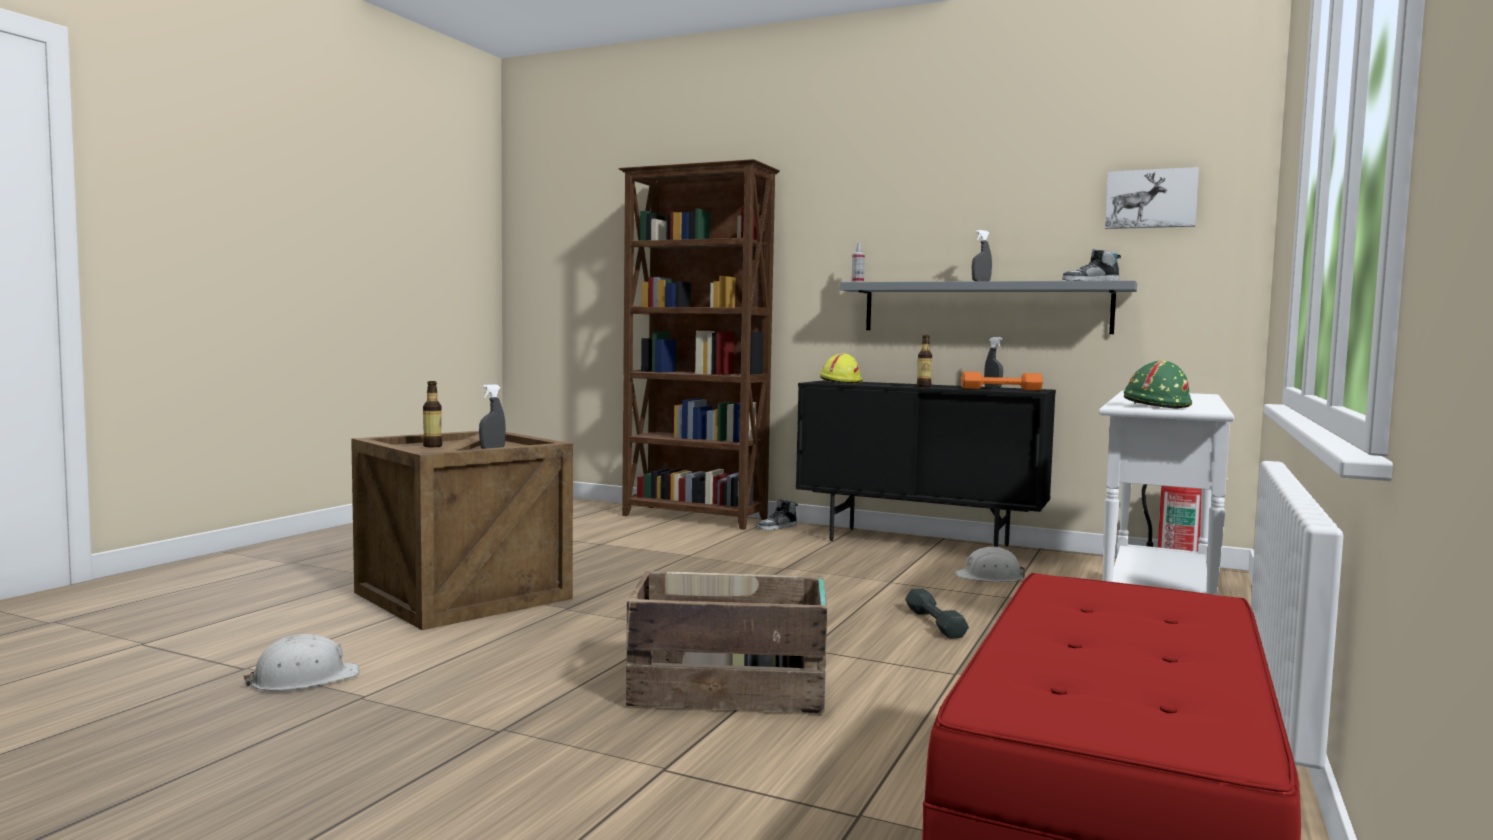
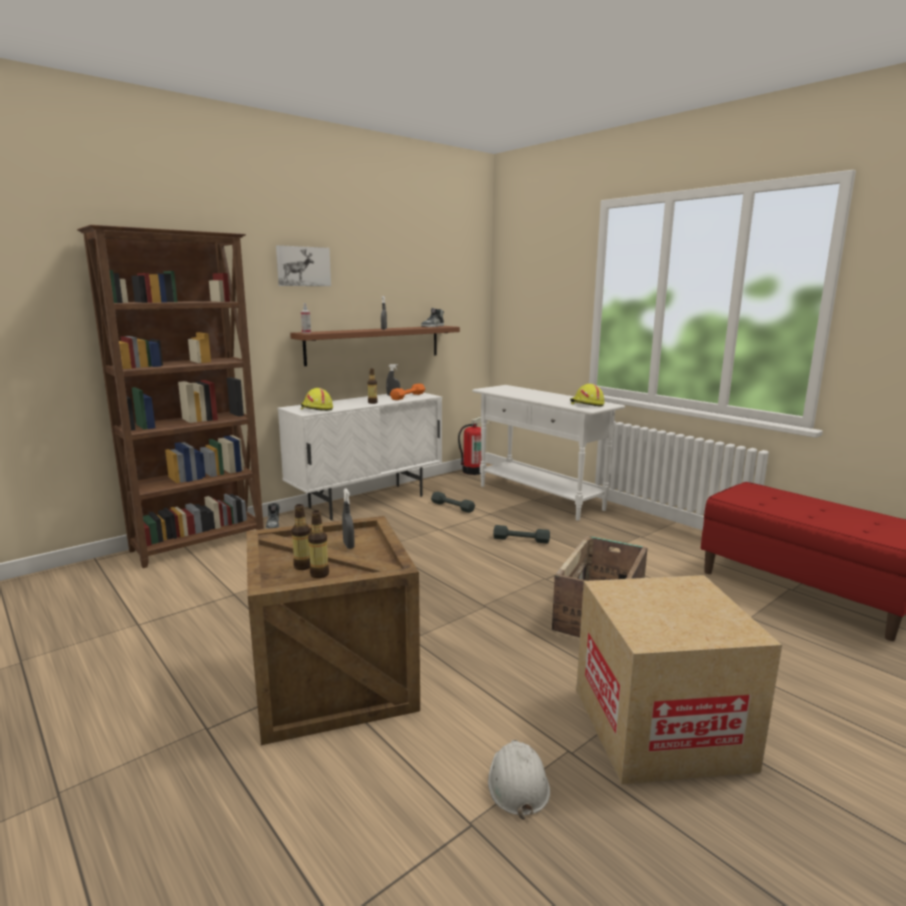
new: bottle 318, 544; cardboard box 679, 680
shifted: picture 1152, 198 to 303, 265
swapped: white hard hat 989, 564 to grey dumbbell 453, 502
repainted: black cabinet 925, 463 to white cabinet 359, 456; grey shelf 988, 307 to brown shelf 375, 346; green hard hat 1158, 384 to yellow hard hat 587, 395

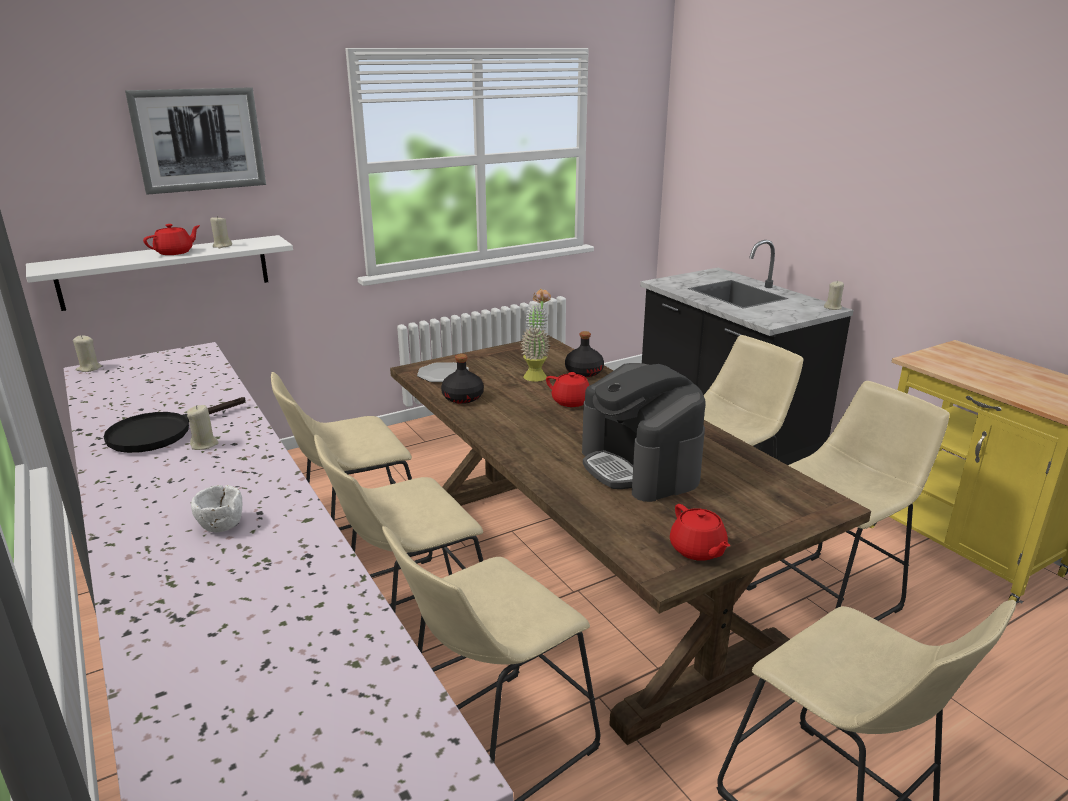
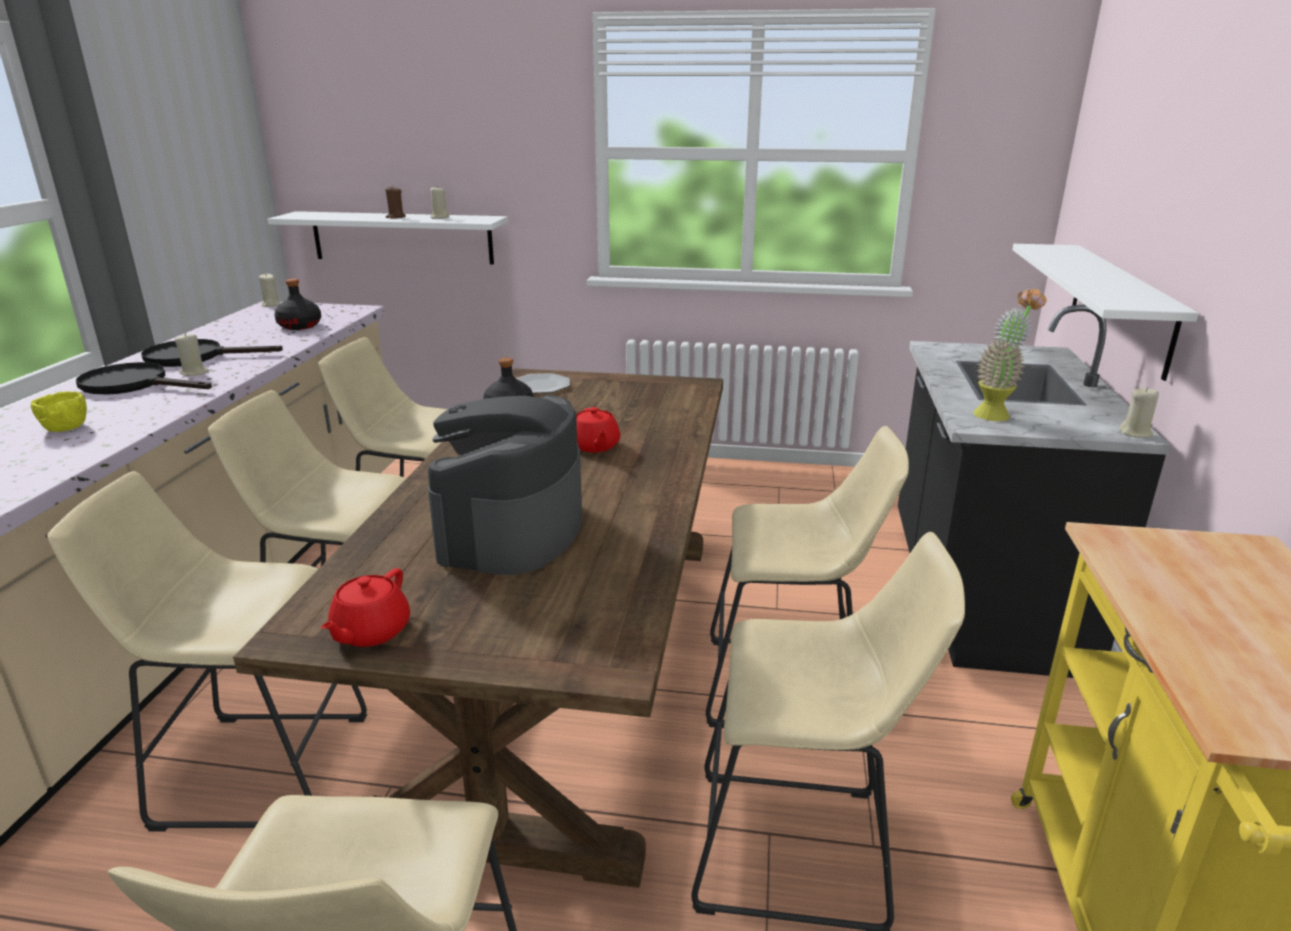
gone: picture 195, 141
new: black frying pan 144, 378; white shelf 1105, 312
shifted: potted plant 535, 335 to 1010, 354; black bottle 584, 354 to 297, 304
swapped: red teapot 171, 239 to brown candle 396, 202
repainted: white bowl 216, 509 to yellow bowl 59, 411

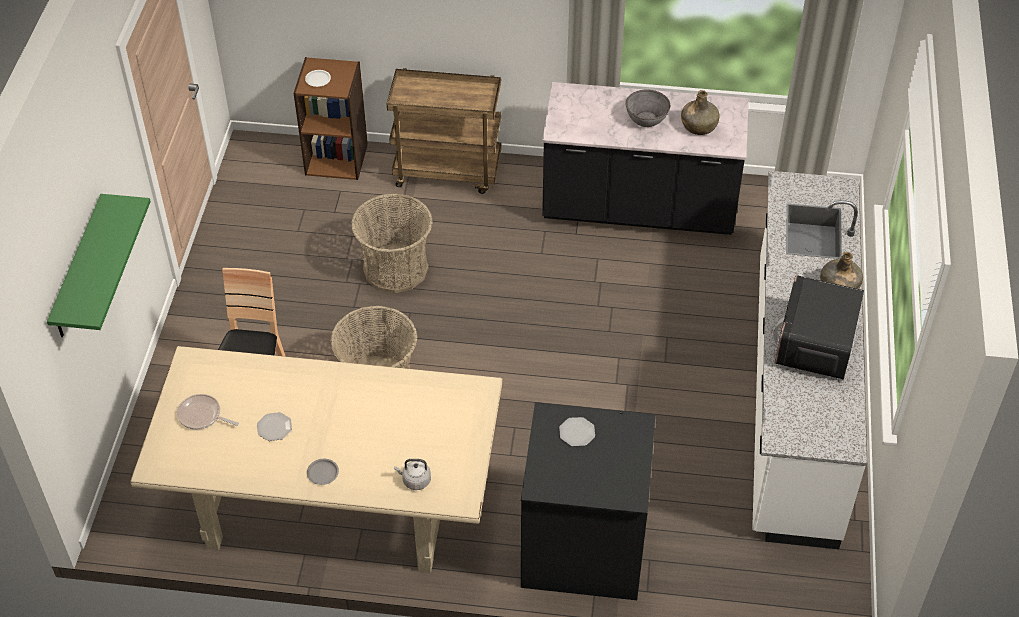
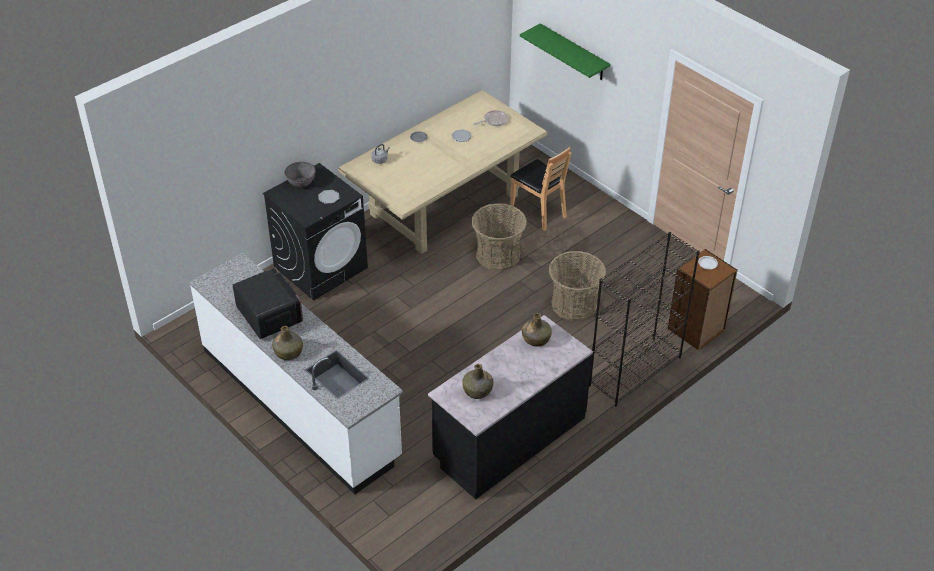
new: green bottle 537, 330
shifted: grey bowl 648, 108 to 300, 175
swapped: brown cart 444, 131 to black bookcase 644, 319

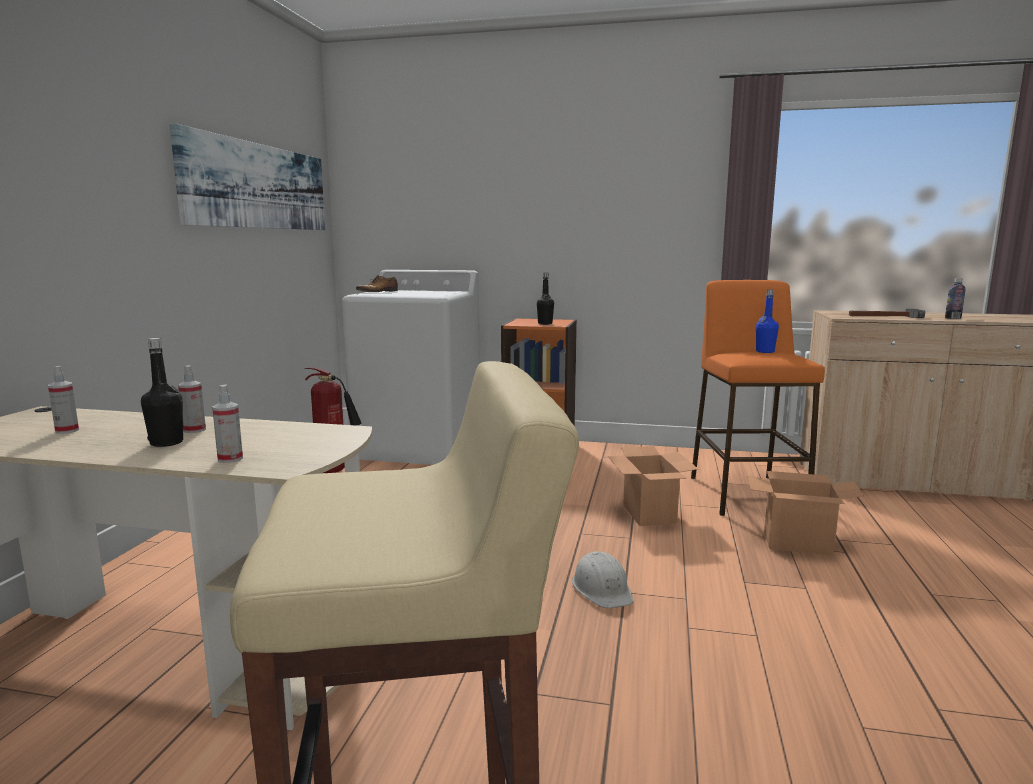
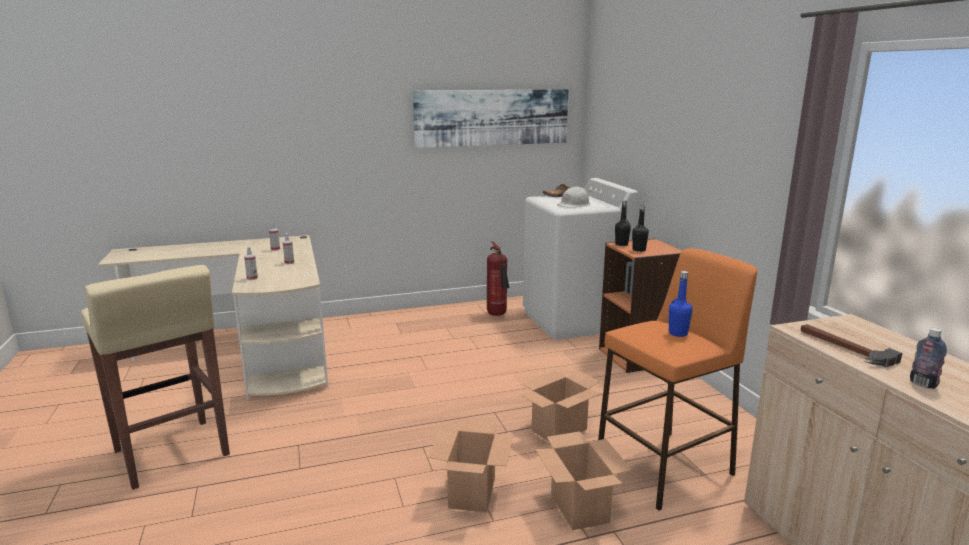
new: cardboard box 470, 466
shifted: black bottle 162, 392 to 623, 223; white hard hat 602, 579 to 573, 197

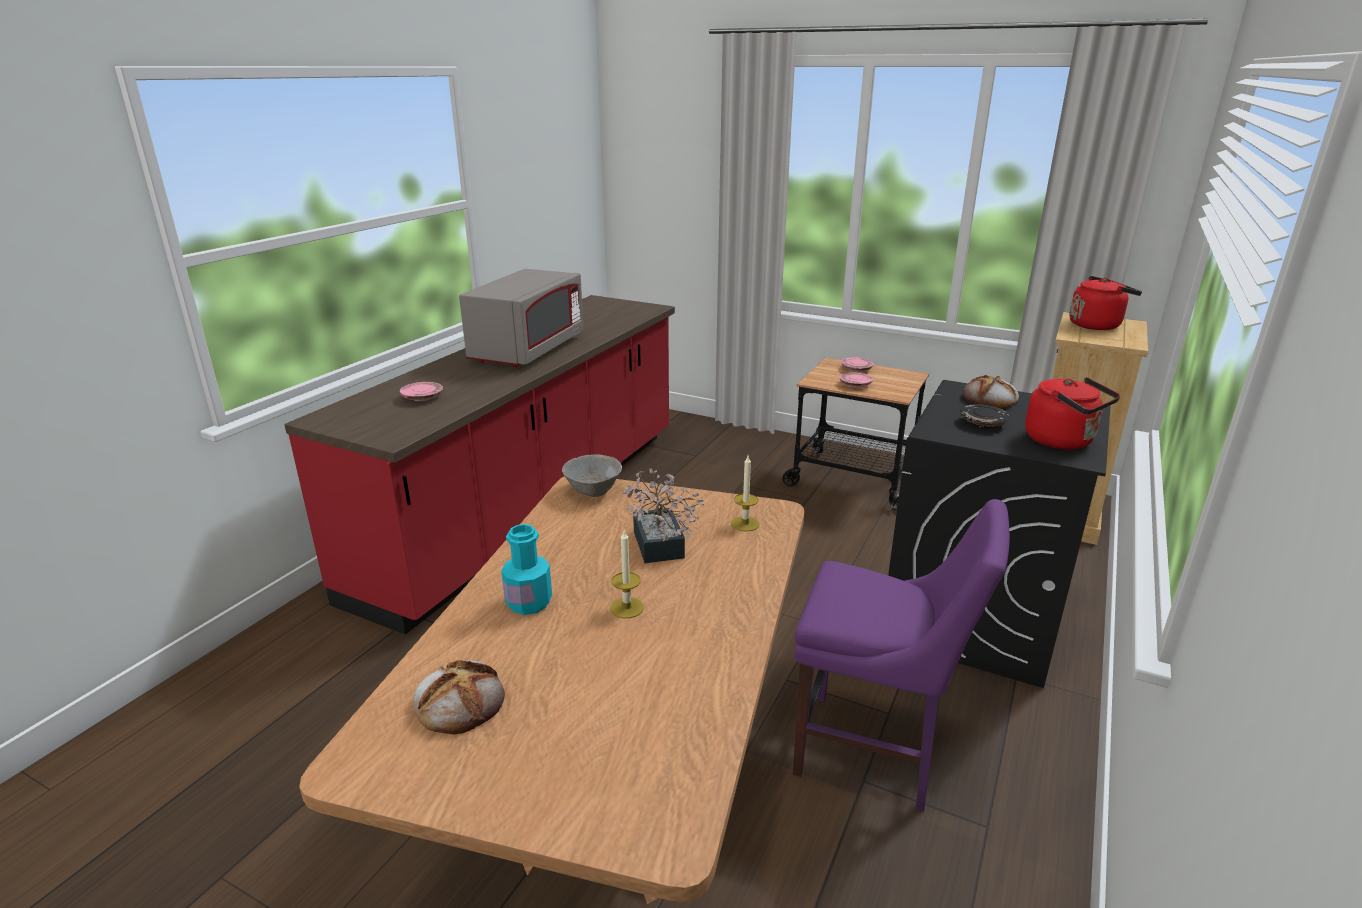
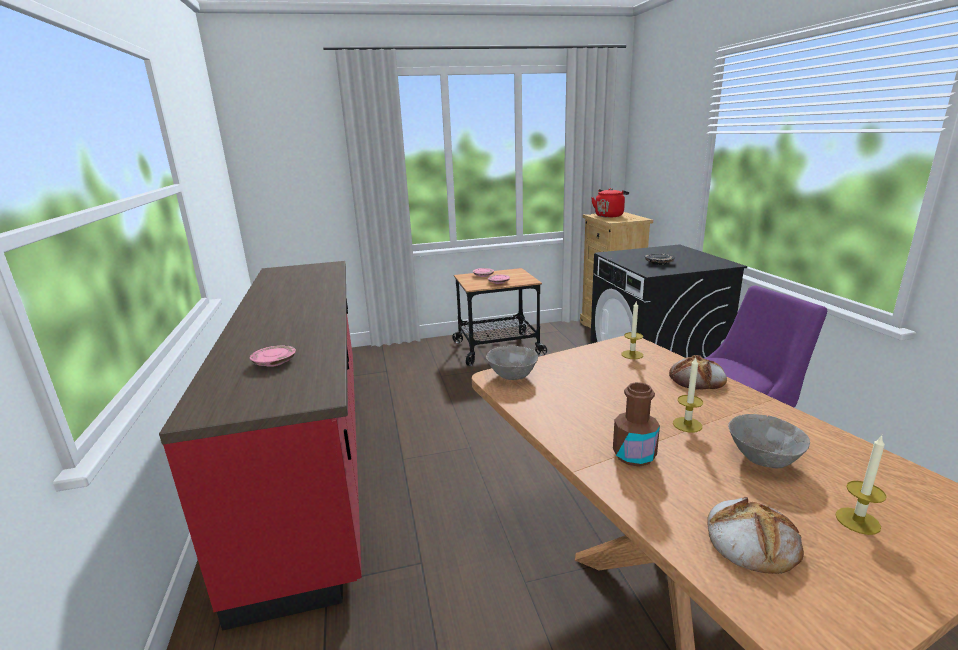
gone: grey microwave 521, 318; potted plant 663, 516; red kettle 1072, 413
new: grey bowl 769, 441; candle 861, 485
shifted: bread 990, 391 to 698, 372
repainted: turquoise bottle 526, 569 to brown bottle 636, 424

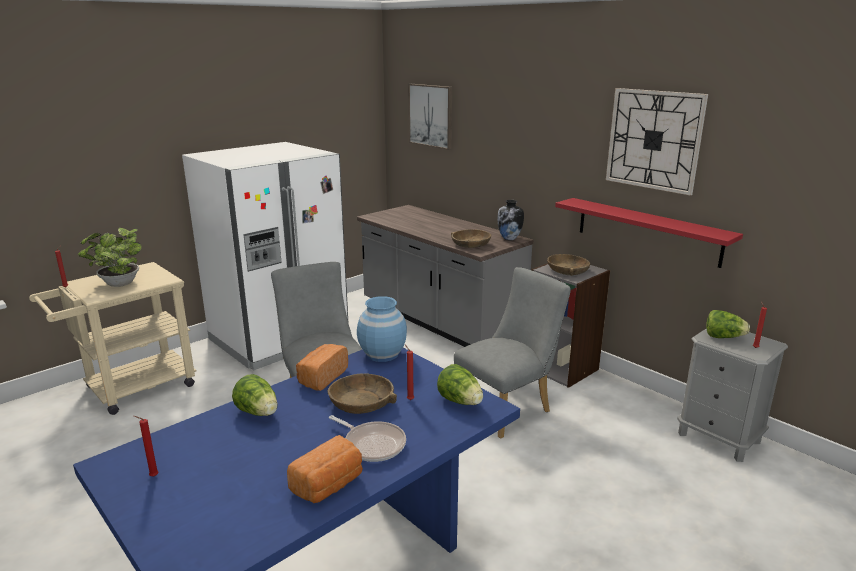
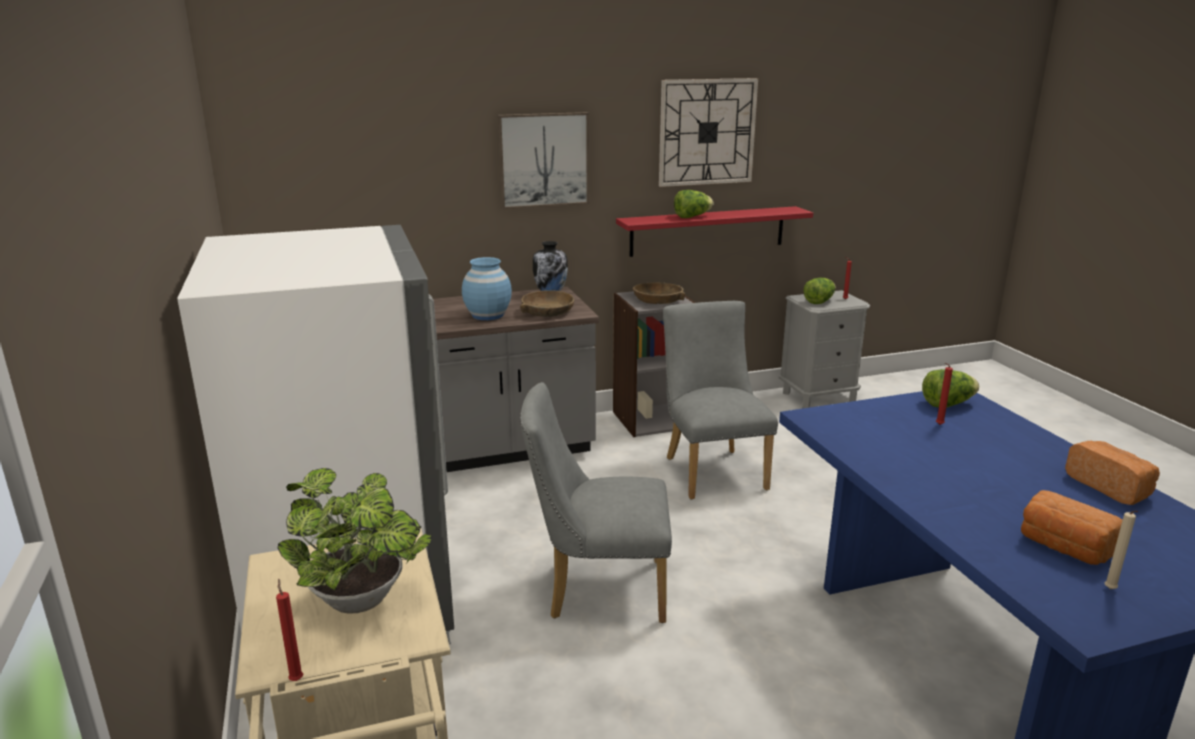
gone: brown bowl 362, 393; frying pan 367, 438
shifted: lettuce 255, 395 to 693, 204; bread 322, 367 to 1071, 527; blue vase 382, 329 to 487, 288; picture 430, 117 to 543, 160
repainted: red candle 146, 446 to beige candle 1121, 550

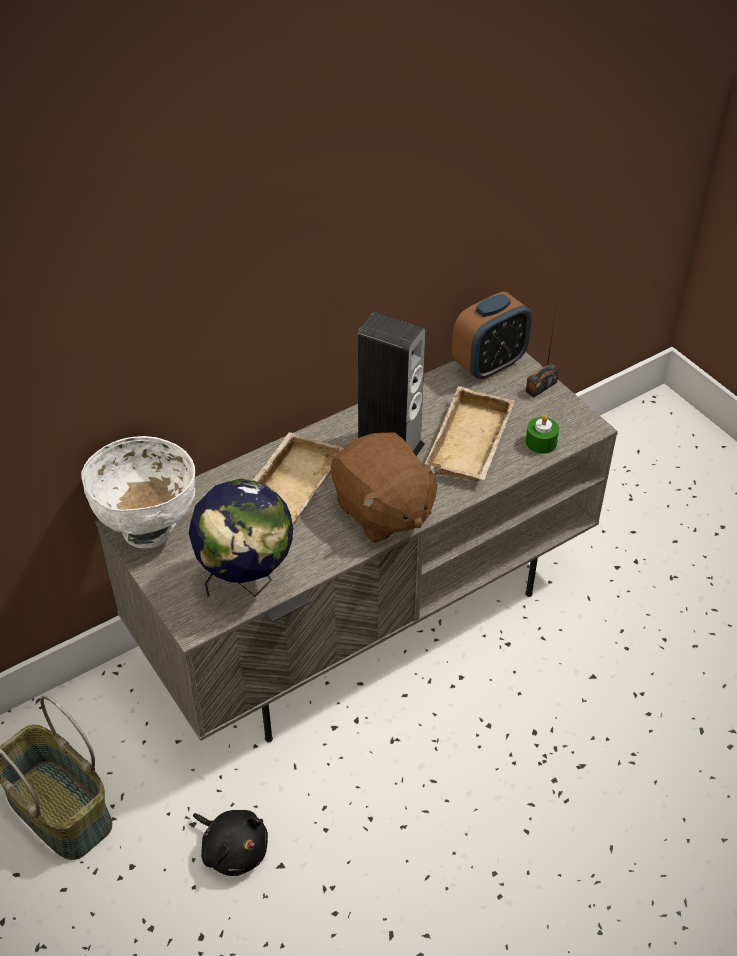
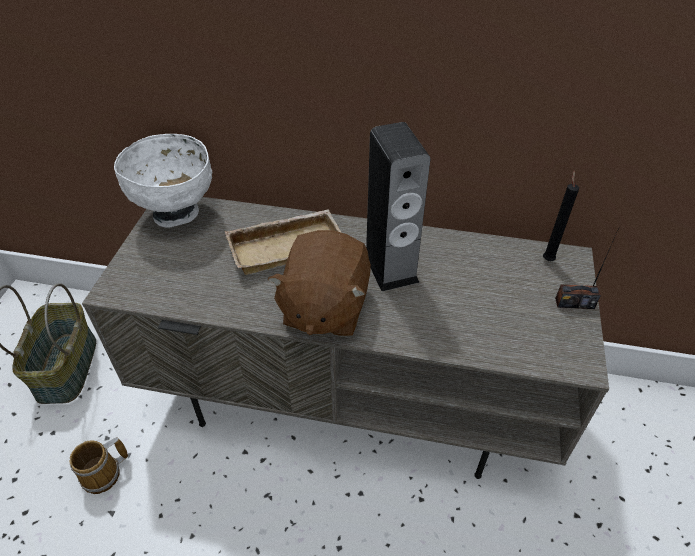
gone: globe 241, 537; beige tray 469, 433; green candle 542, 434
swapped: black plush toy 230, 843 to mug 98, 465; alarm clock 492, 336 to black candle 561, 216

